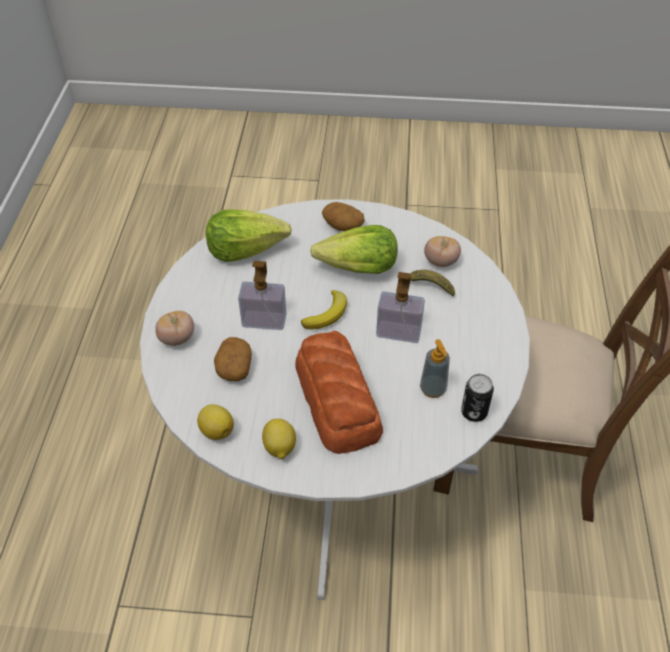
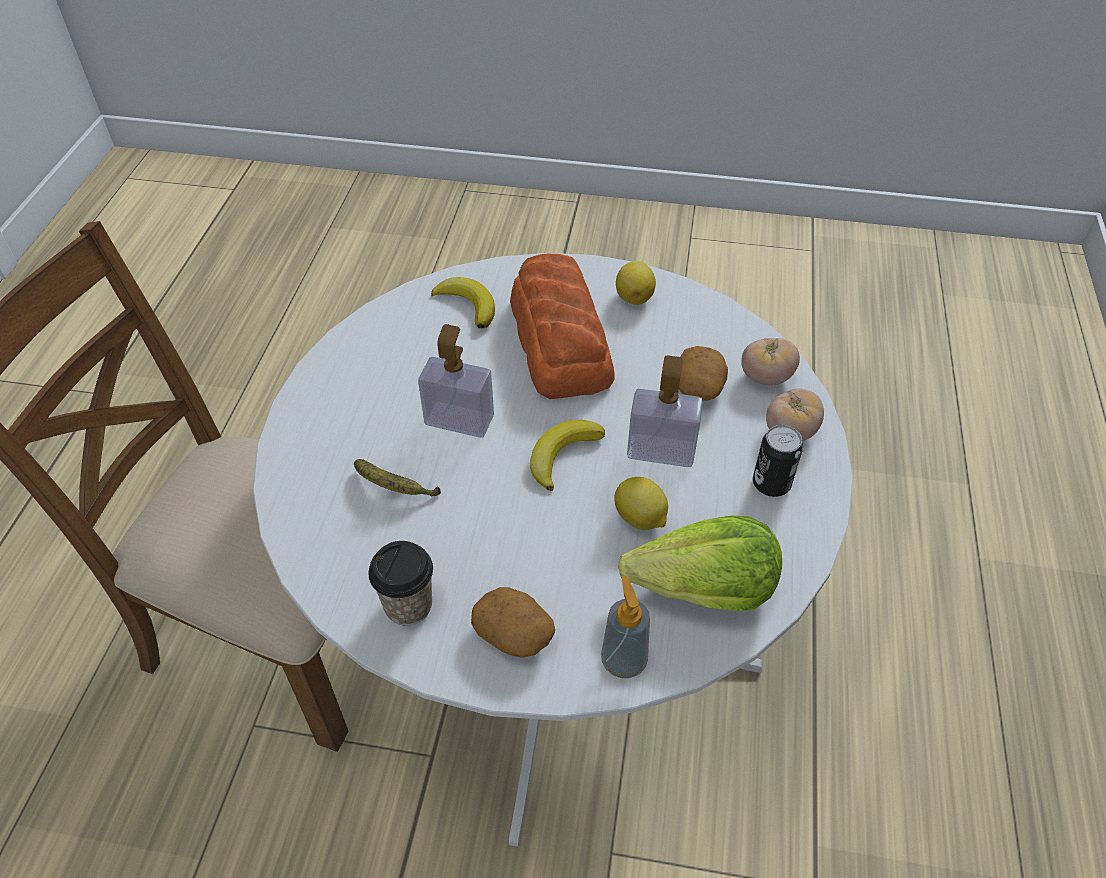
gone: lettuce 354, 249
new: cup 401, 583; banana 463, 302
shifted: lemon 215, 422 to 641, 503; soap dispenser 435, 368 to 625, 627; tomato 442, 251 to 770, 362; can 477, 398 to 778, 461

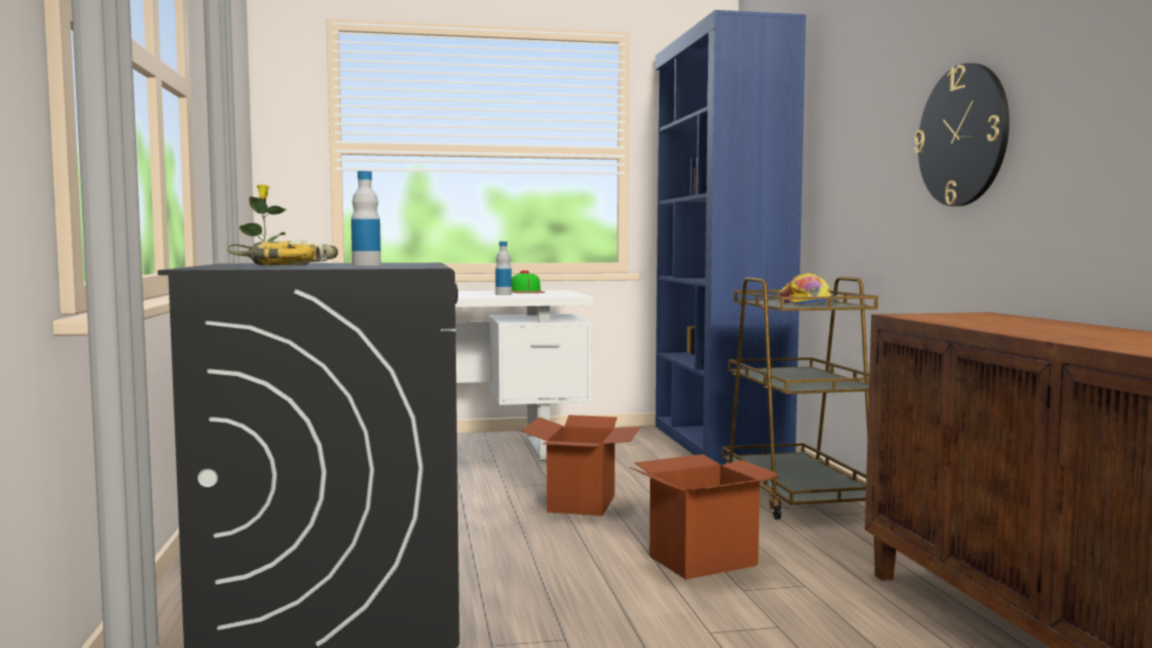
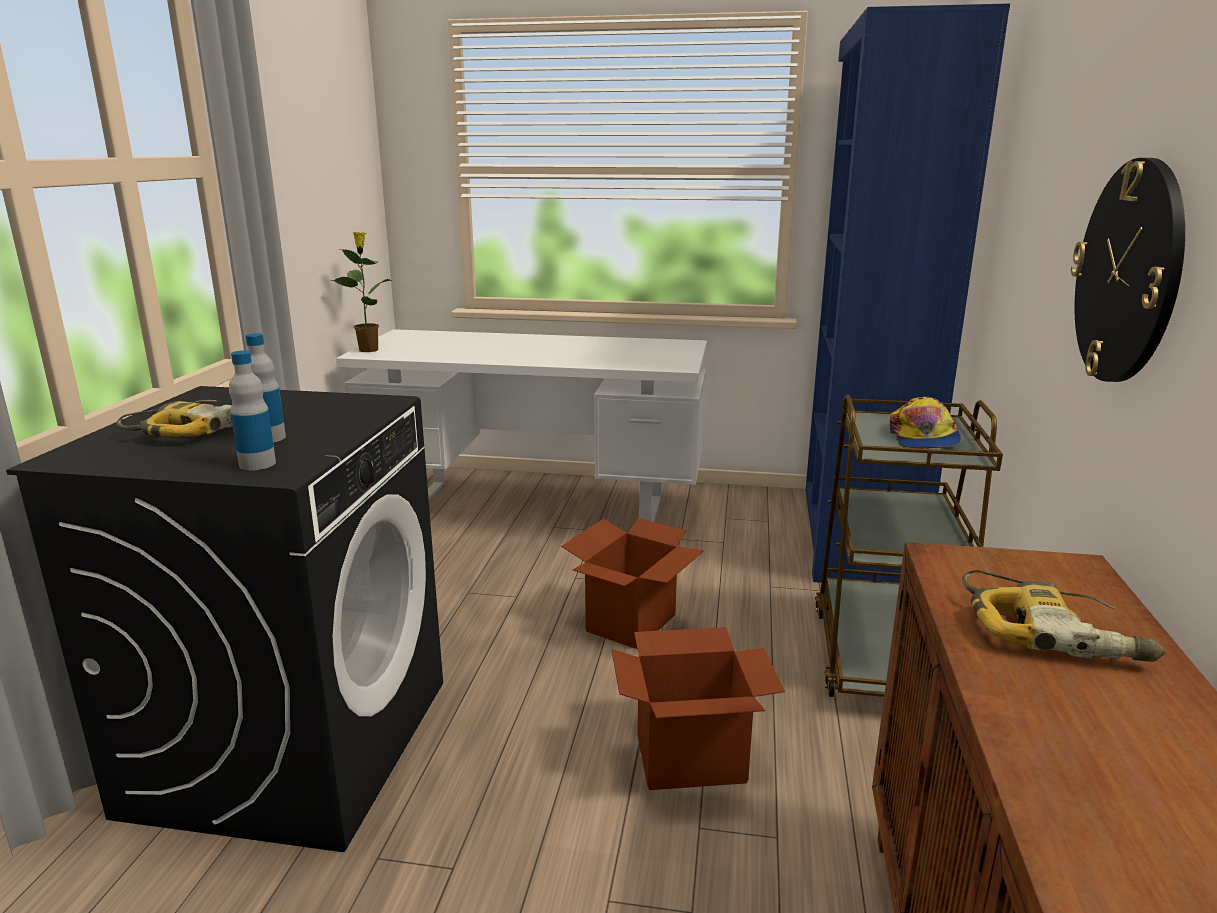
gone: cap 528, 281
new: power drill 1064, 616
shifted: bottle 503, 268 to 252, 410

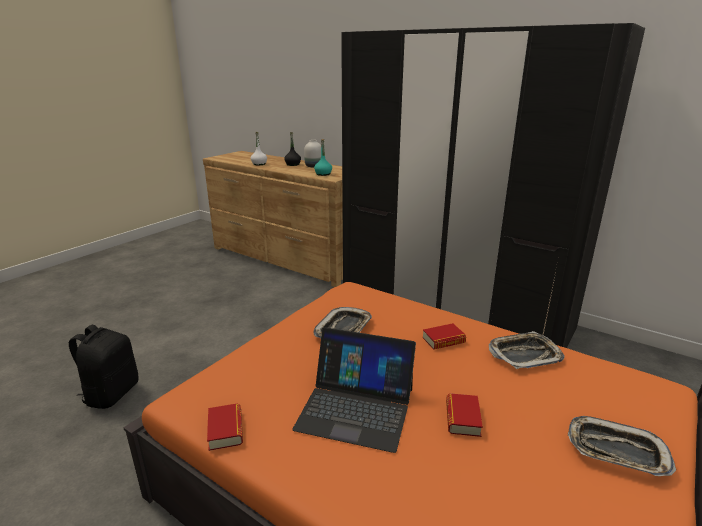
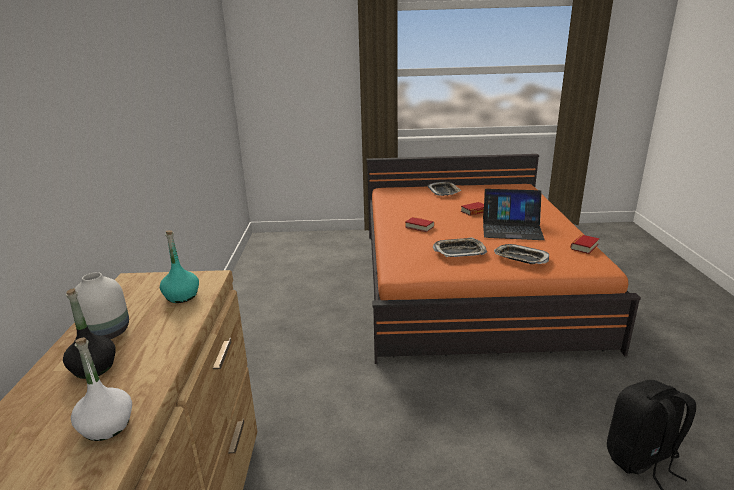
gone: black wardrobe 493, 185
shifted: tray 527, 350 to 521, 254
rotated: laptop 354, 390 = 514, 214 120 degrees clockwise

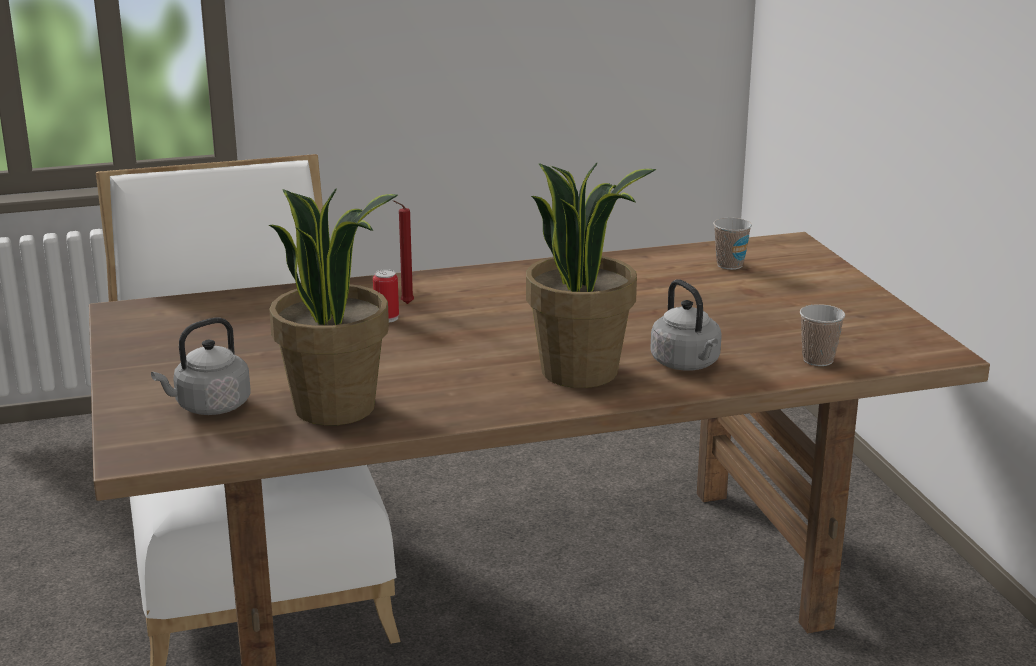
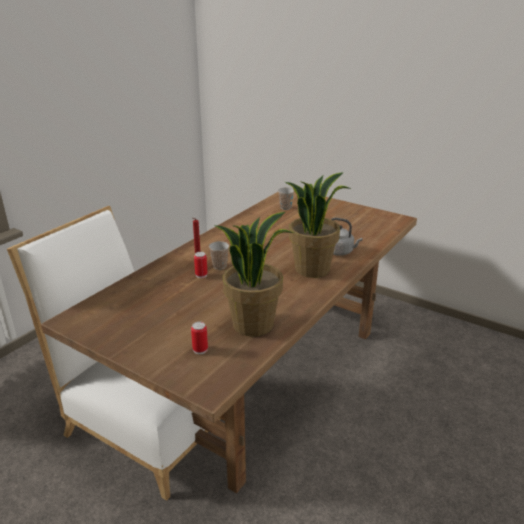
shifted: cup 822, 335 to 219, 255
swapped: grey kettle 200, 366 to can 199, 338

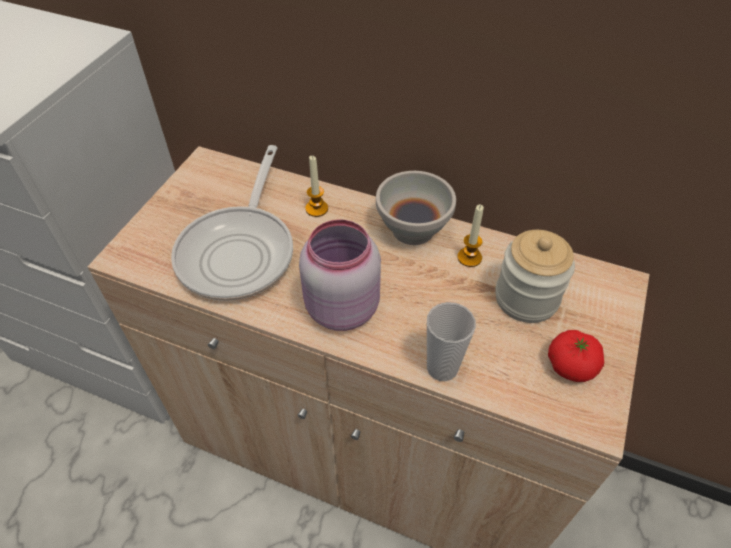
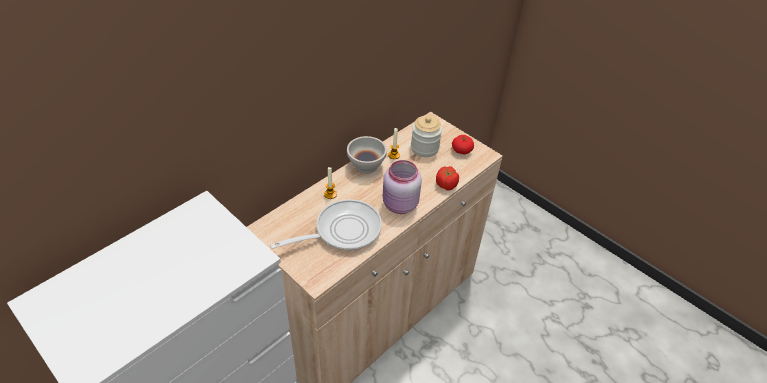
swapped: cup 451, 341 to tomato 447, 178
rotated: frying pan 232, 223 = 326, 225 60 degrees counterclockwise

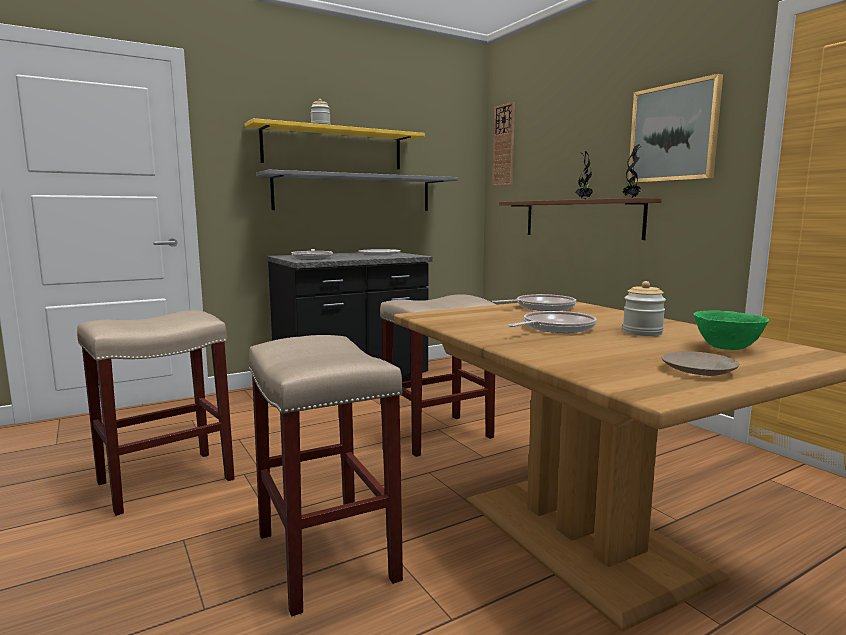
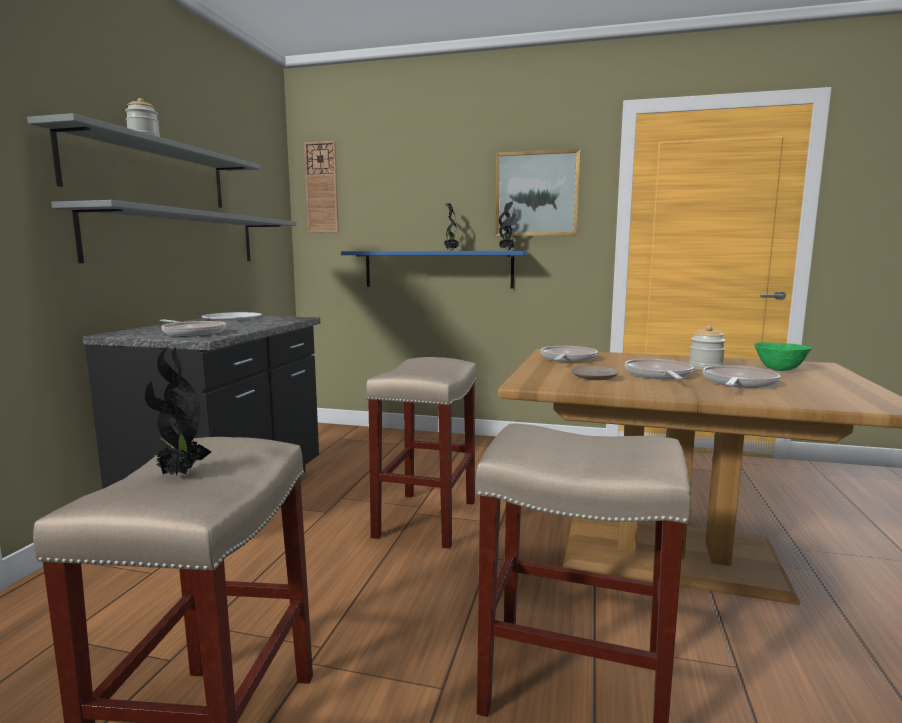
new: potted plant 178, 410; frying pan 741, 376
shifted: beige plate 700, 363 to 595, 373
repainted: yellow shelf 334, 143 to grey shelf 144, 160; brown shelf 580, 219 to blue shelf 434, 270

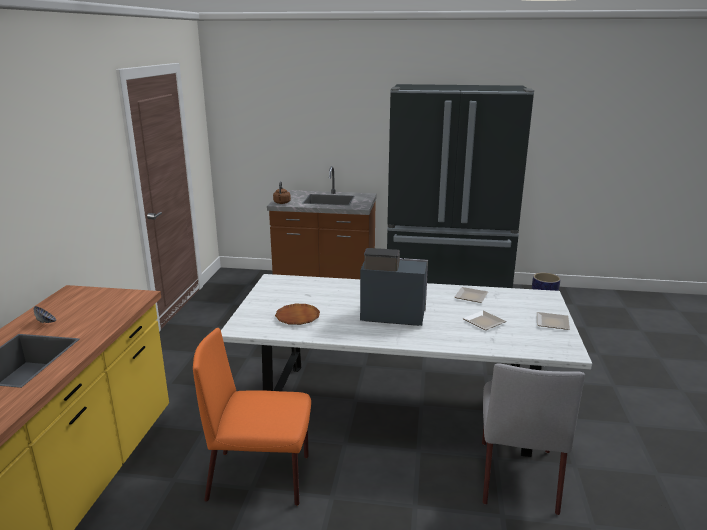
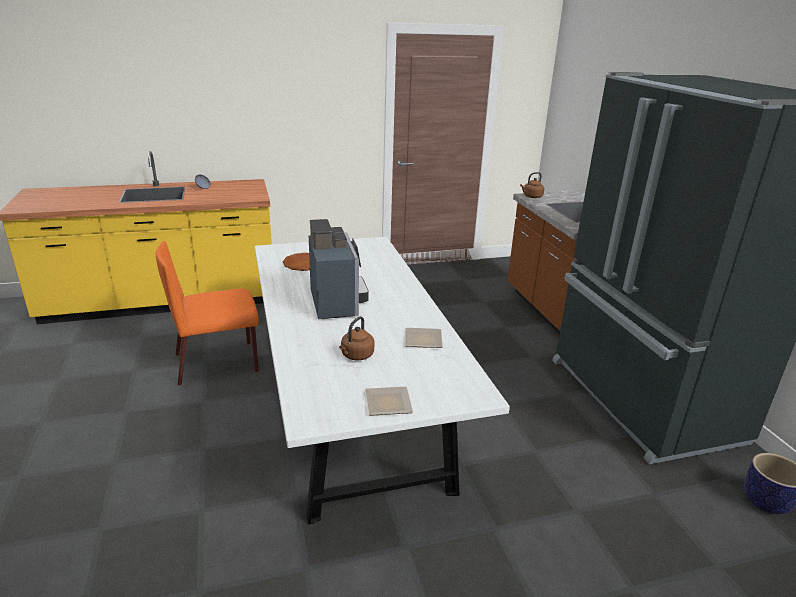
gone: grey chair 533, 439
swapped: plate 484, 320 to brown kettle 356, 338
rotated: orange chair 252, 417 = 207, 313 90 degrees counterclockwise

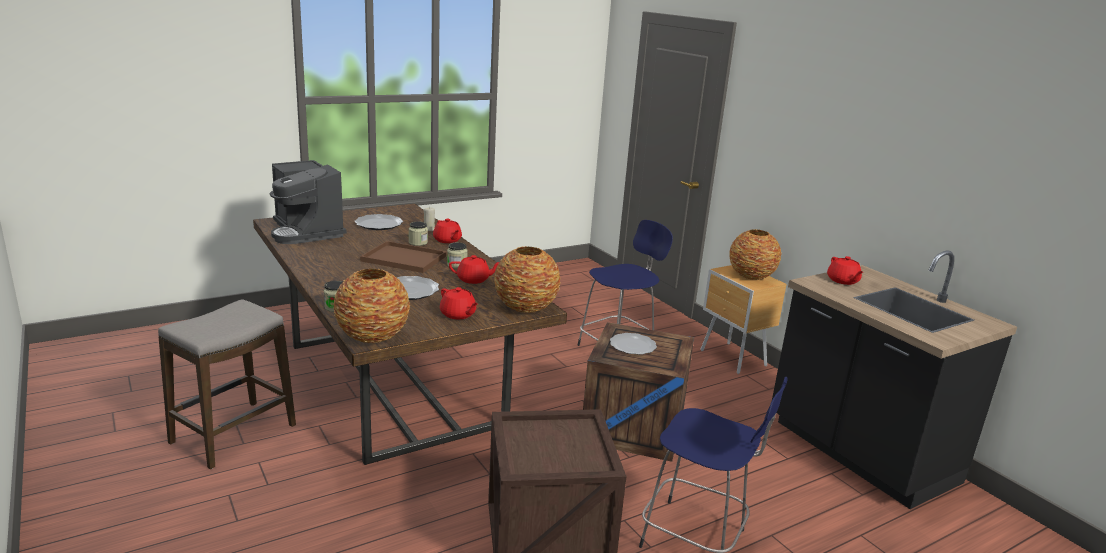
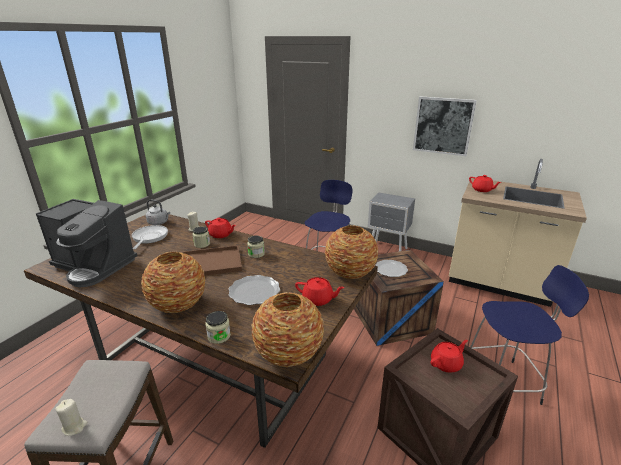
new: beige candle 71, 417; grey kettle 158, 212; picture 445, 126
shifted: red teapot 474, 269 to 449, 356; vase 755, 254 to 173, 282
swapped: plate 379, 222 to frying pan 150, 237
repainted: brown nightstand 744, 319 to grey nightstand 391, 222; black counter 894, 380 to beige counter 518, 233

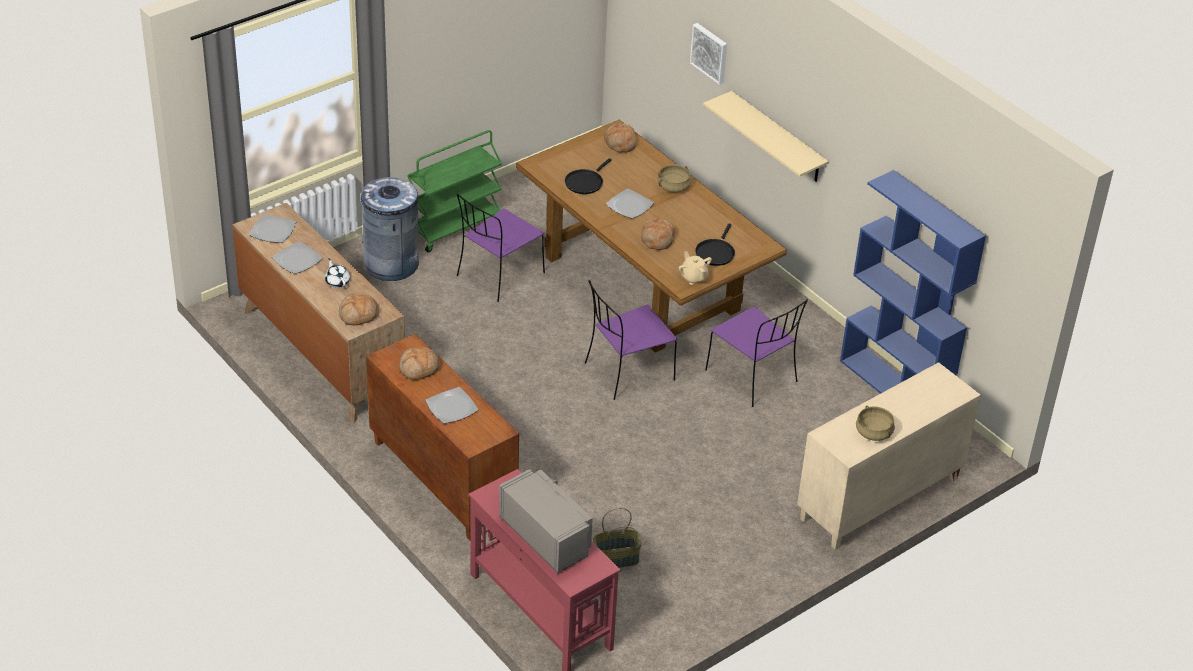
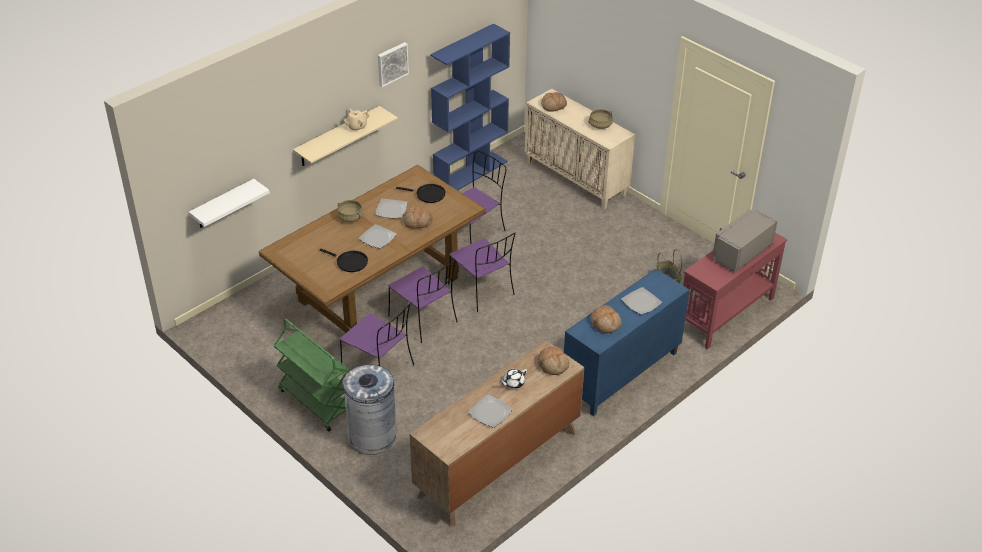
new: white shelf 229, 203; purple chair 423, 301
shifted: plate 272, 228 to 391, 208; bread 620, 138 to 554, 102; beige teapot 695, 268 to 356, 120; picture 708, 54 to 393, 64
repainted: brown cabinet 442, 437 to blue cabinet 626, 342

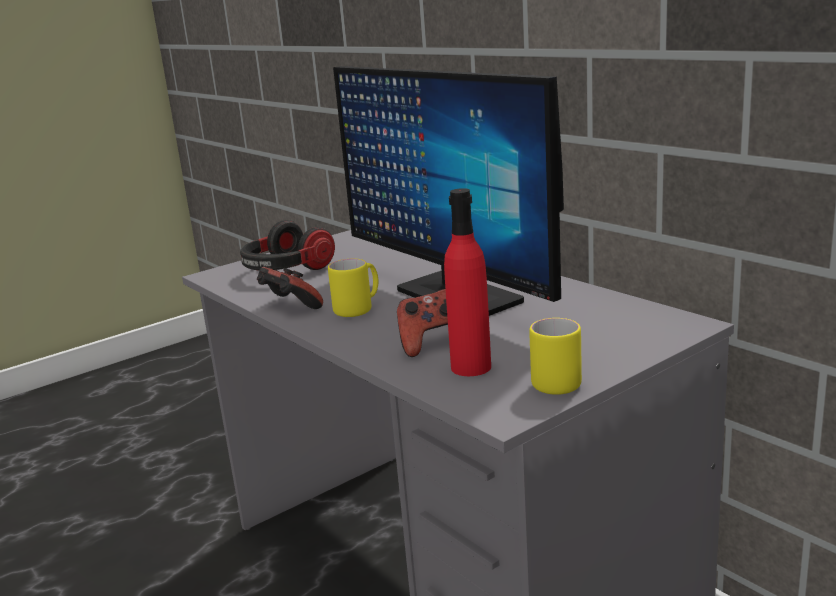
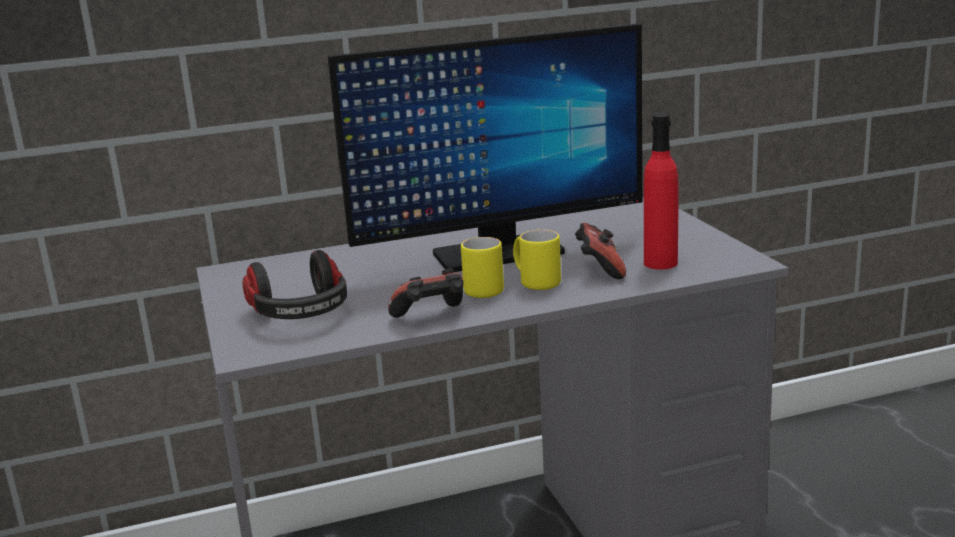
shifted: yellow mug 555, 356 to 537, 260

